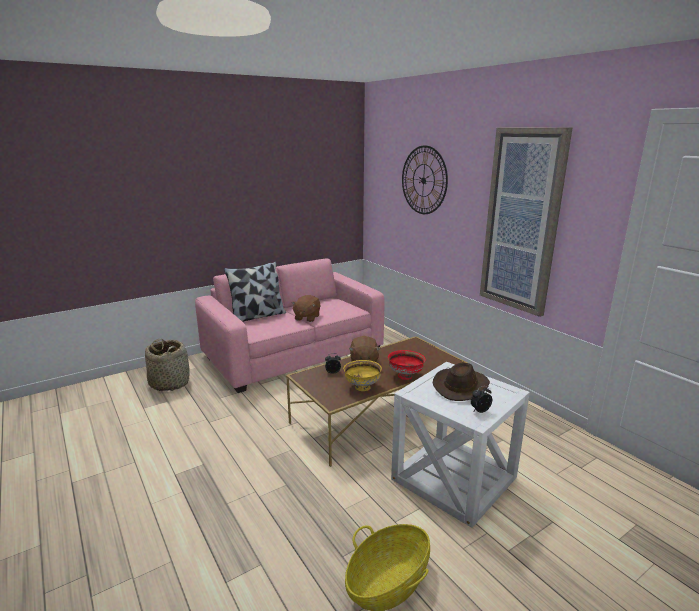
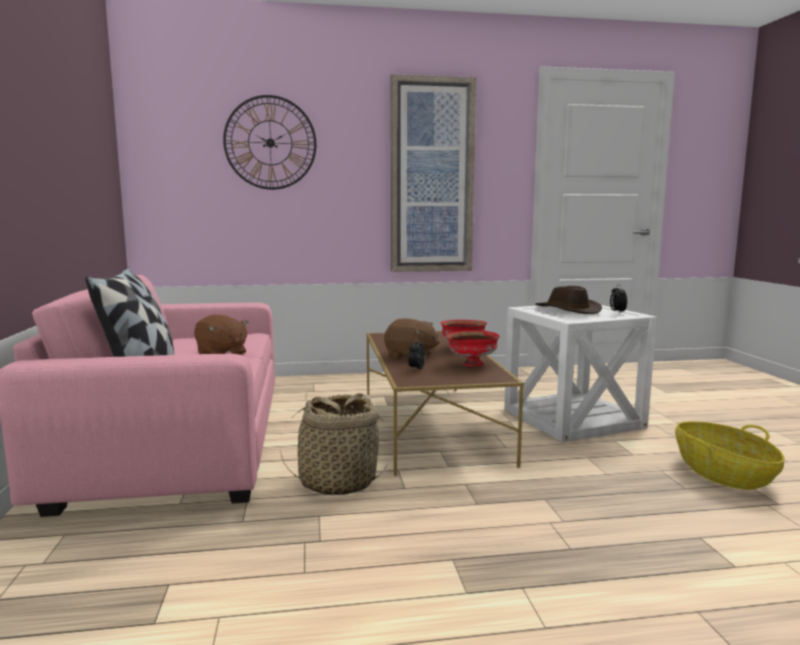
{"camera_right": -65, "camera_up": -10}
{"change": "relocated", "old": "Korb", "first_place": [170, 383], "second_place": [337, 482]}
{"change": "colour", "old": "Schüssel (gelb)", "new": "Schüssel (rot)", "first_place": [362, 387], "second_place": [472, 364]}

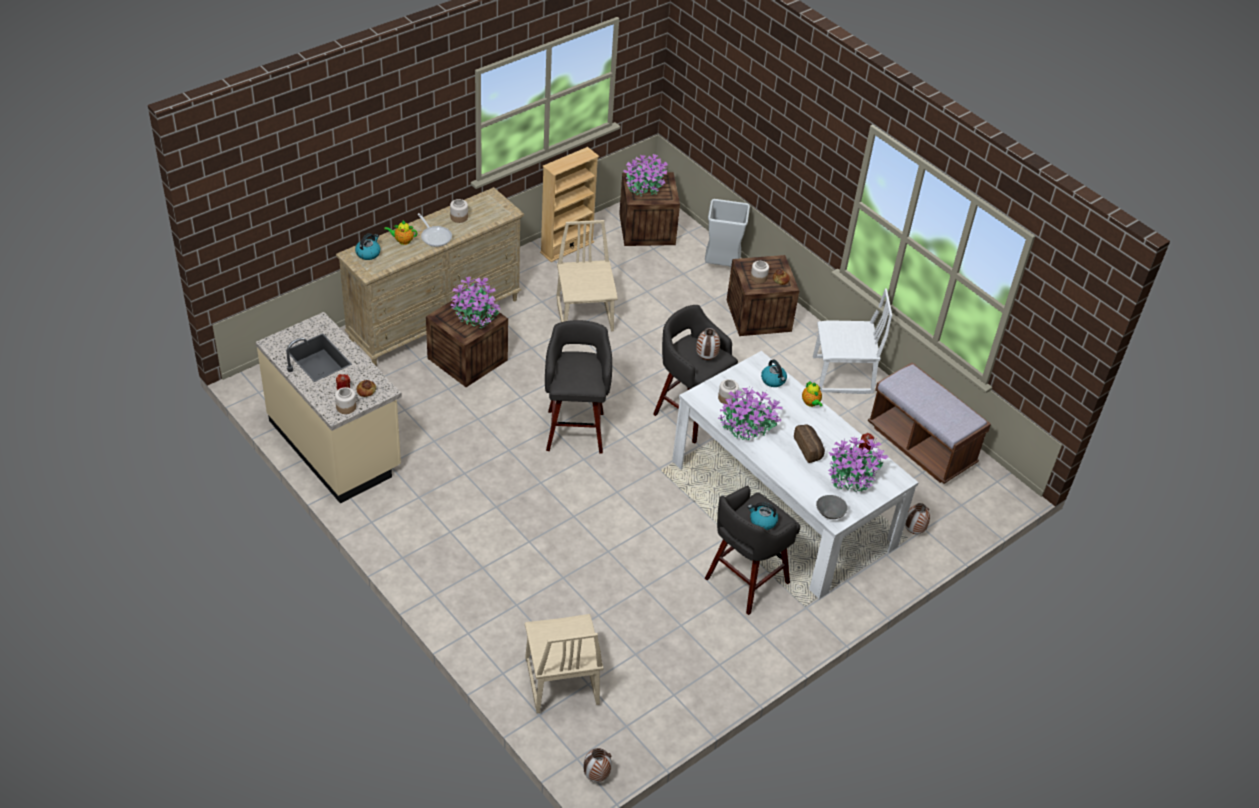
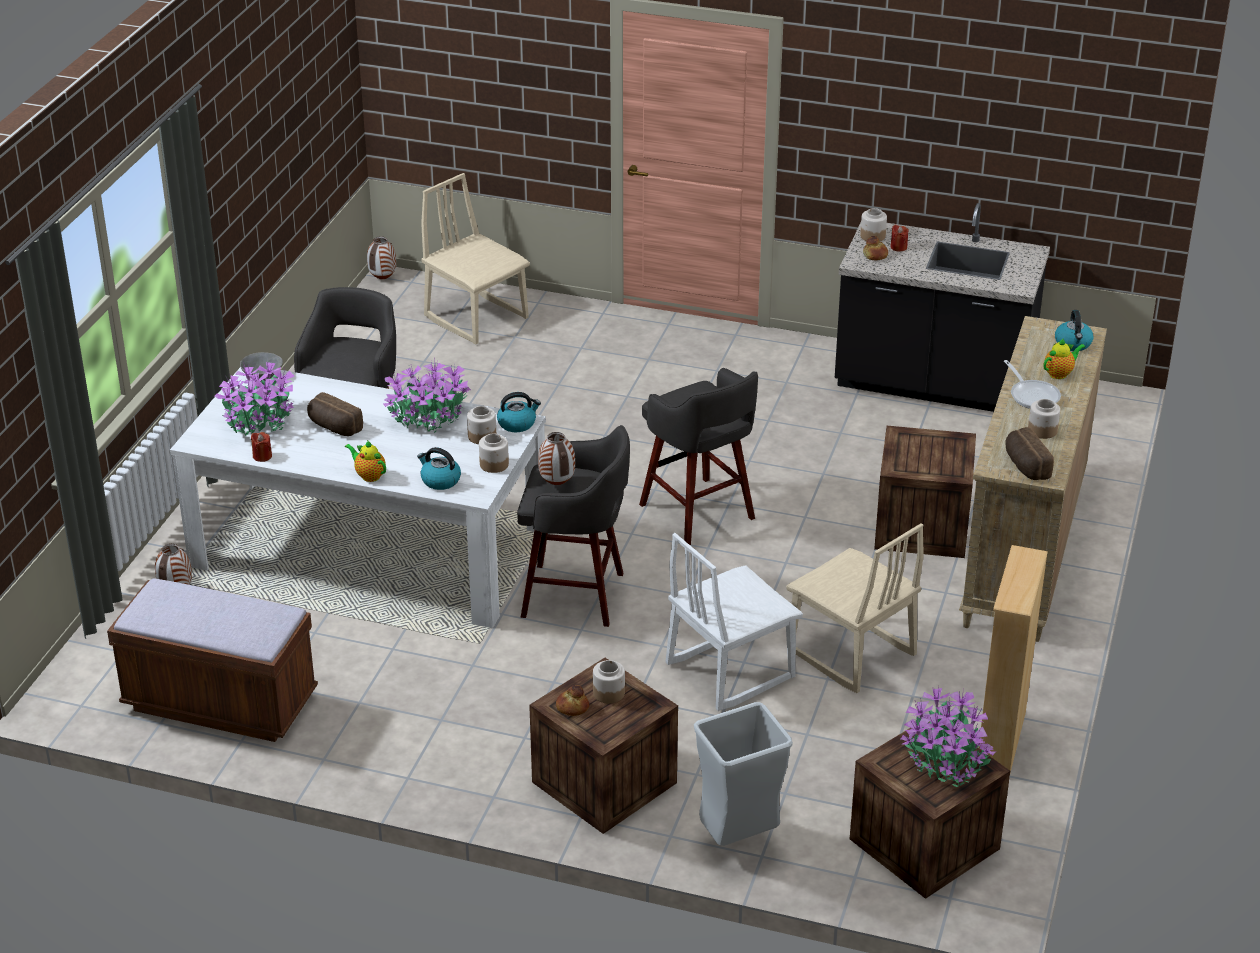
{"camera_right": 150, "camera_up": -10}
{"change": "spun", "old": "Pfanne", "first_place": [435, 236], "second_place": [1032, 395], "degrees": -135}
{"change": "missing", "old": "Topfpflanze", "first_place": [475, 315]}
{"change": "relocated", "old": "Stuhl (weiß)", "first_place": [842, 376], "second_place": [729, 670]}
{"change": "colour", "old": "Küchenzeile (beige)", "new": "Küchenzeile (schwarz)", "first_place": [336, 445], "second_place": [933, 385]}
{"change": "relocated", "old": "Wasserkessel", "first_place": [762, 521], "second_place": [517, 423]}
{"change": "appeared", "new": "Brot", "second_place": [1025, 466]}
{"change": "appeared", "new": "Vorratsglas", "second_place": [494, 464]}

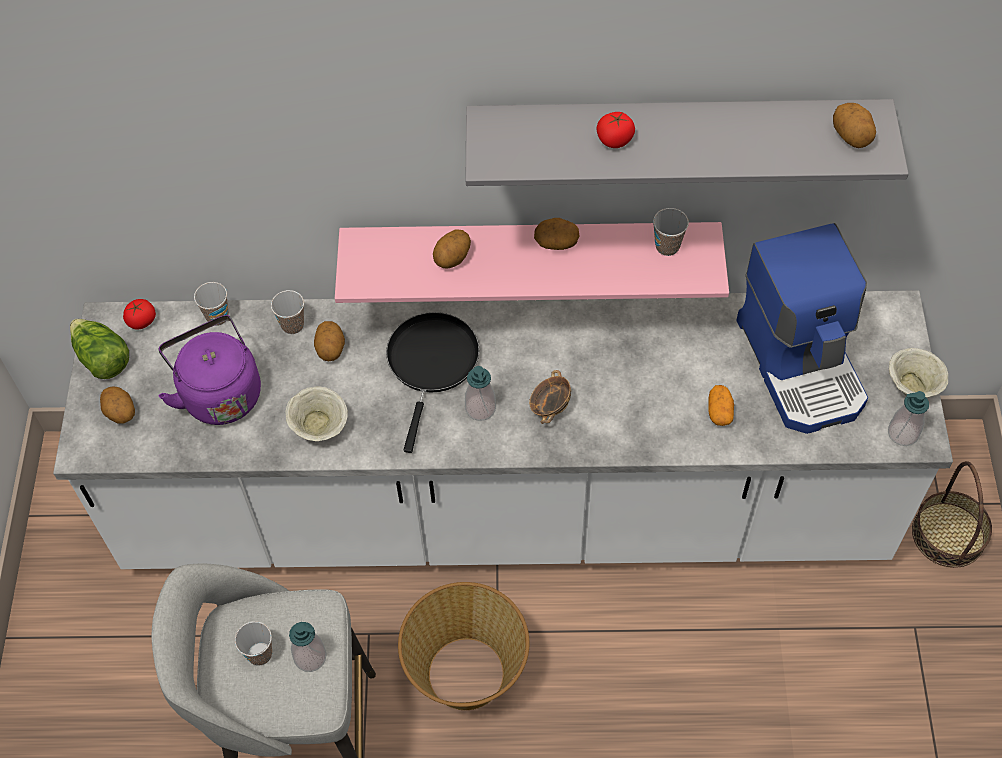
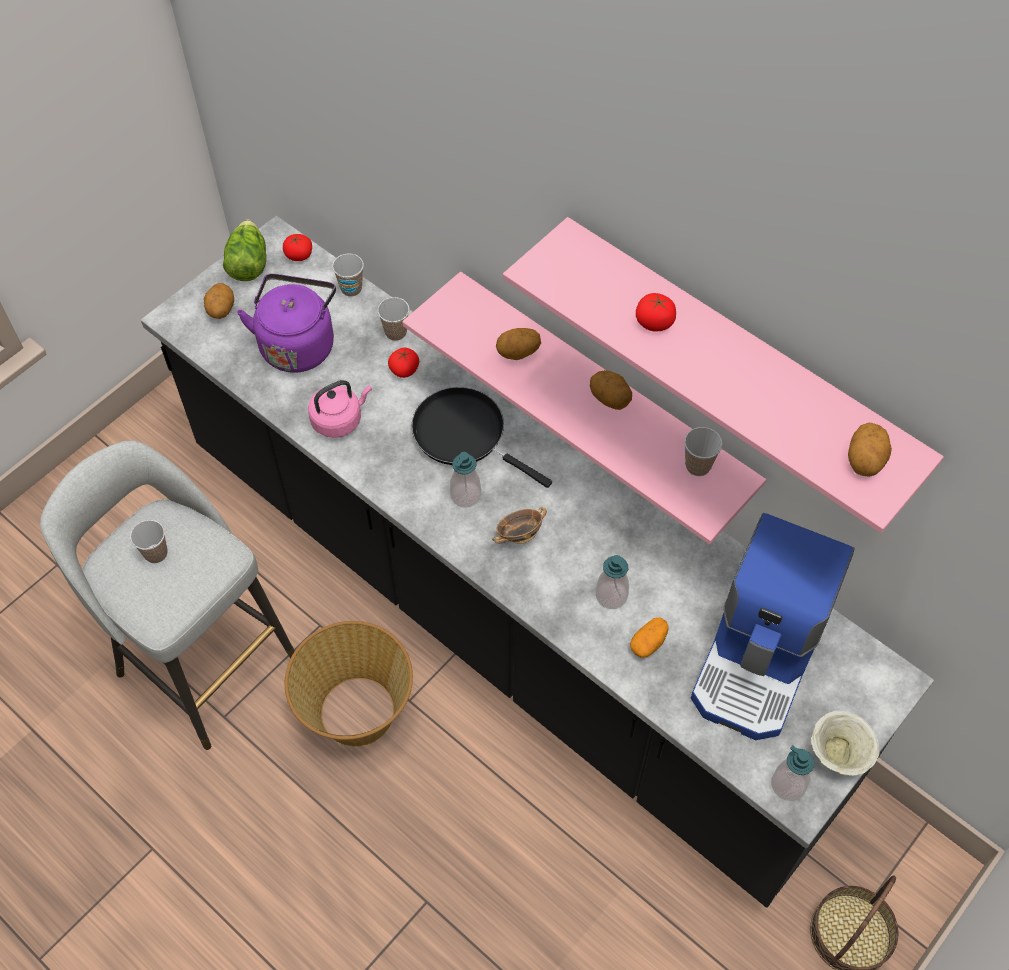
{"camera_right": 40, "camera_up": 0}
{"change": "colour", "old": "Wandregal (grau)", "new": "Wandregal (rosa)", "first_place": [675, 132], "second_place": [737, 358]}
{"change": "colour", "old": "Küchenzeile (weiß)", "new": "Küchenzeile (schwarz)", "first_place": [505, 508], "second_place": [504, 614]}
{"change": "spun", "old": "Pfanne (schwarz)", "first_place": [432, 364], "second_place": [464, 434], "degrees": -105}
{"change": "exchanged", "old": "Kartoffel", "new": "Tomate", "first_place": [331, 349], "second_place": [404, 370]}
{"change": "exchanged", "old": "Schüssel (beige)", "new": "Wasserkessel (rosa)", "first_place": [319, 426], "second_place": [339, 420]}
{"change": "relocated", "old": "Seifenspender", "first_place": [310, 657], "second_place": [611, 595]}

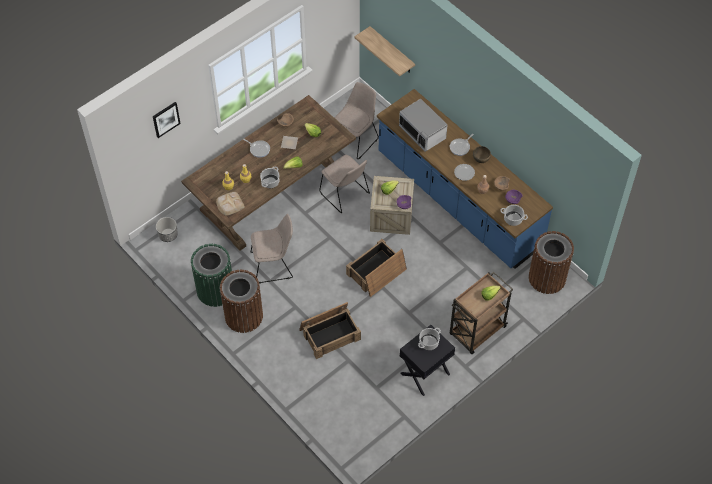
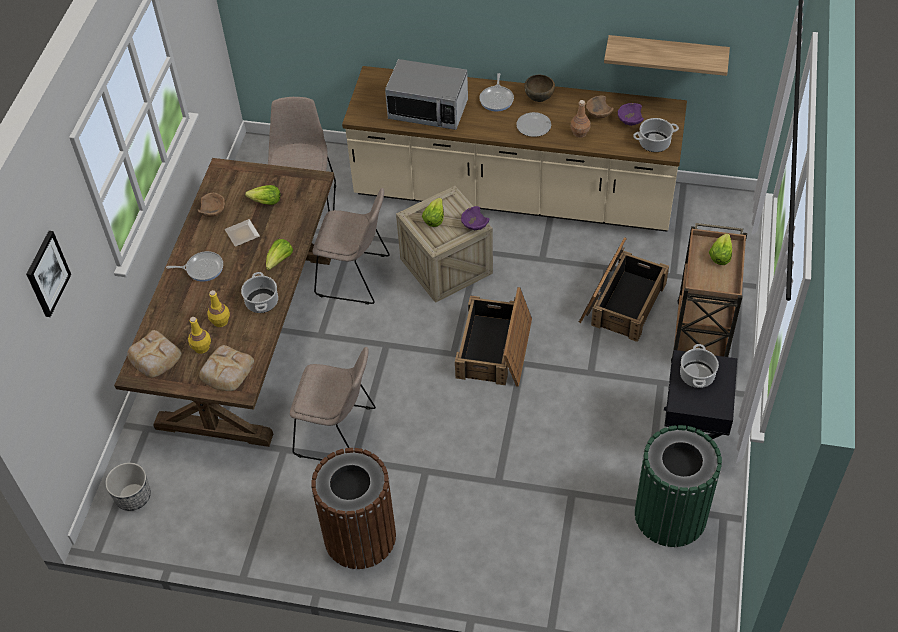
{"camera_right": -35, "camera_up": -5}
{"change": "relocated", "old": "Wandregal", "first_place": [392, 51], "second_place": [667, 54]}
{"change": "colour", "old": "Küchenzeile (blau)", "new": "Küchenzeile (beige)", "first_place": [458, 200], "second_place": [513, 194]}
{"change": "spun", "old": "Stuhl (beige)", "first_place": [273, 264], "second_place": [338, 433], "degrees": 60}
{"change": "missing", "old": "Mülleimer (braun)", "first_place": [547, 278]}
{"change": "relocated", "old": "Mülleimer (grün)", "first_place": [215, 290], "second_place": [670, 514]}
{"change": "relocated", "old": "Kiste", "first_place": [330, 334], "second_place": [622, 301]}
{"change": "appeared", "new": "Brot", "second_place": [155, 357]}

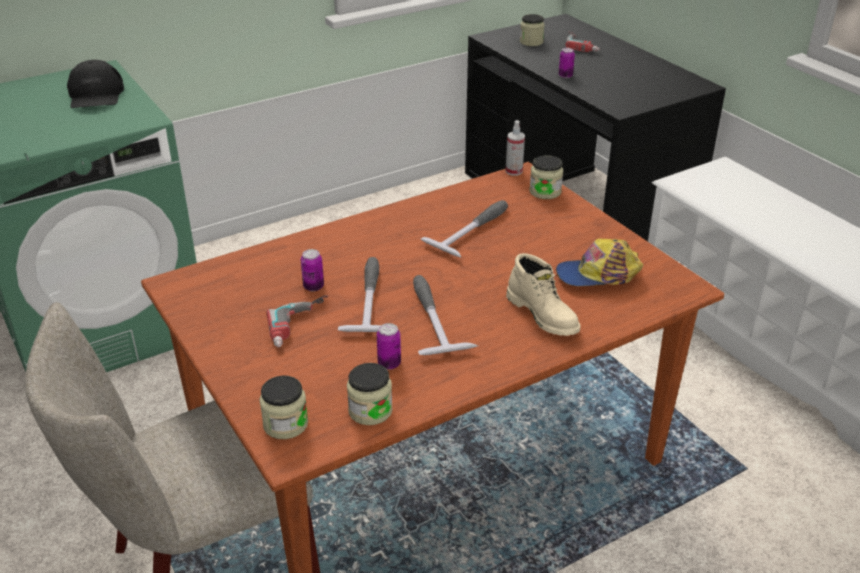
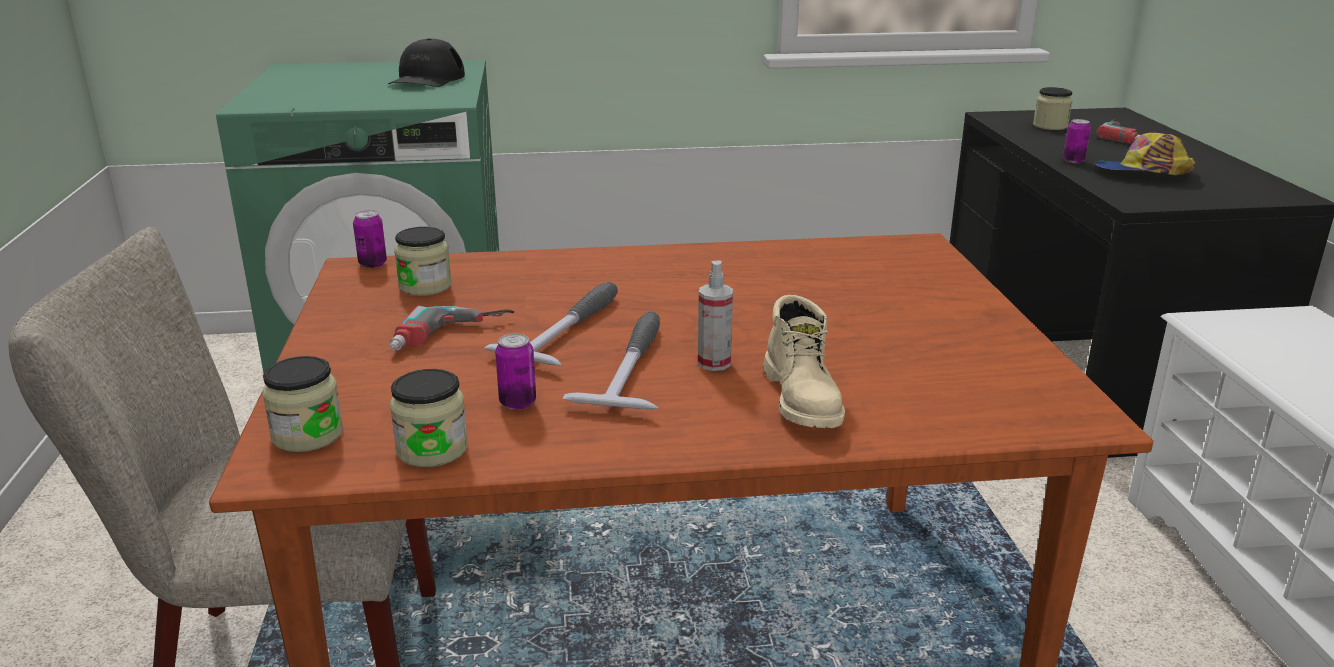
{"camera_right": 25, "camera_up": -10}
{"change": "relocated", "old": "Sprühflasche", "first_place": [514, 171], "second_place": [714, 363]}
{"change": "relocated", "old": "Vorratsglas", "first_place": [545, 192], "second_place": [425, 286]}
{"change": "missing", "old": "Hammer", "first_place": [474, 230]}
{"change": "relocated", "old": "Kappe", "first_place": [598, 275], "second_place": [1143, 173]}
{"change": "relocated", "old": "Dose", "first_place": [313, 287], "second_place": [372, 264]}

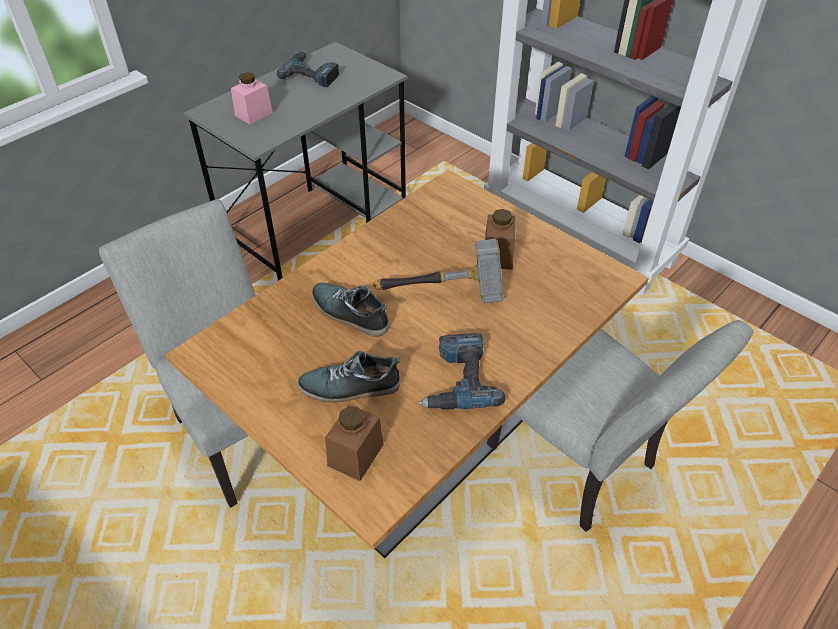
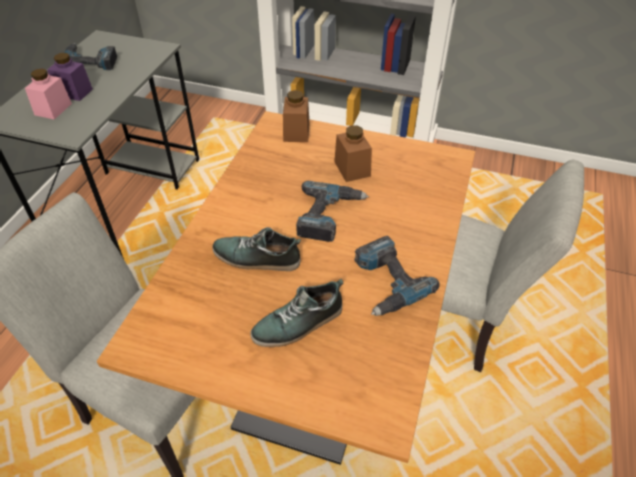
{"camera_right": -25, "camera_up": 0}
{"change": "exchanged", "old": "Hammer", "new": "Bohrmaschine", "first_place": [443, 296], "second_place": [329, 215]}
{"change": "relocated", "old": "Vorratsglas (braun)", "first_place": [355, 455], "second_place": [296, 132]}
{"change": "appeared", "new": "Vorratsglas (lila)", "second_place": [74, 92]}

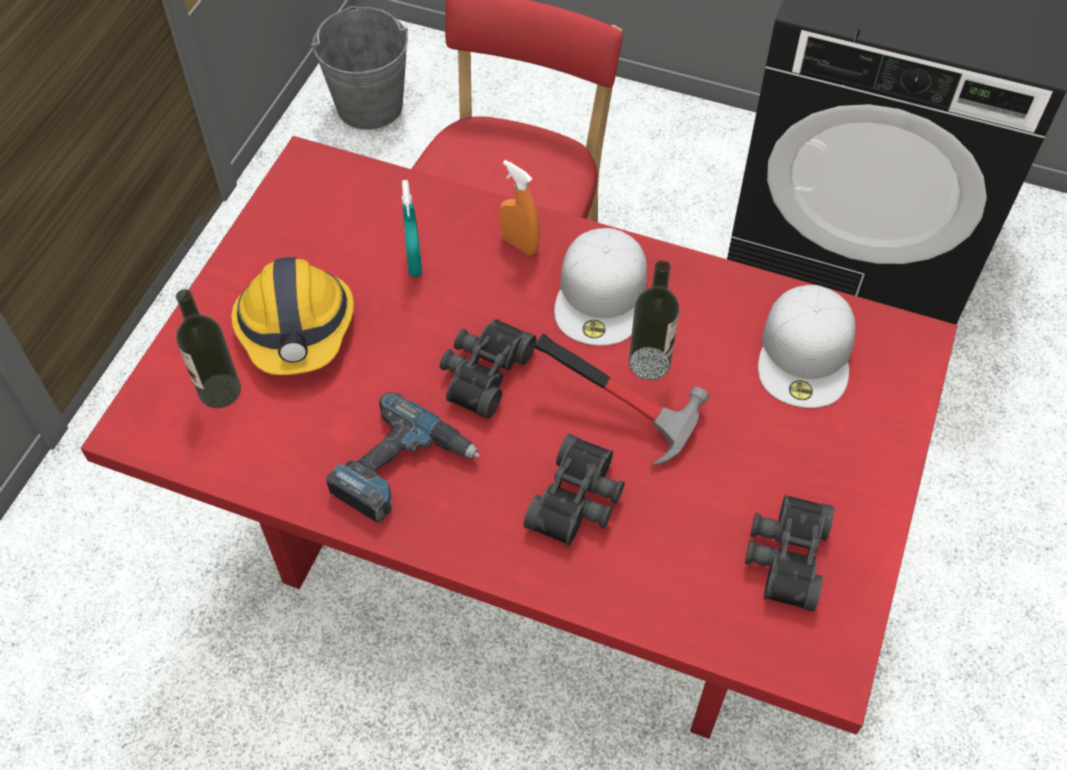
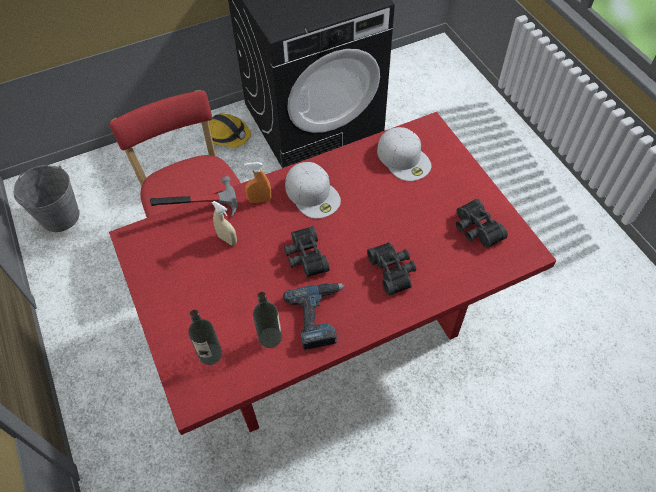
{"camera_right": -45, "camera_up": 0}
{"change": "colour", "old": "Sprühflasche (türkis)", "new": "Sprühflasche (beige)", "first_place": [414, 263], "second_place": [227, 239]}
{"change": "relocated", "old": "Schutzhelm", "first_place": [297, 327], "second_place": [228, 136]}
{"change": "relocated", "old": "Flasche", "first_place": [649, 363], "second_place": [270, 337]}
{"change": "relocated", "old": "Hammer", "first_place": [626, 410], "second_place": [203, 207]}

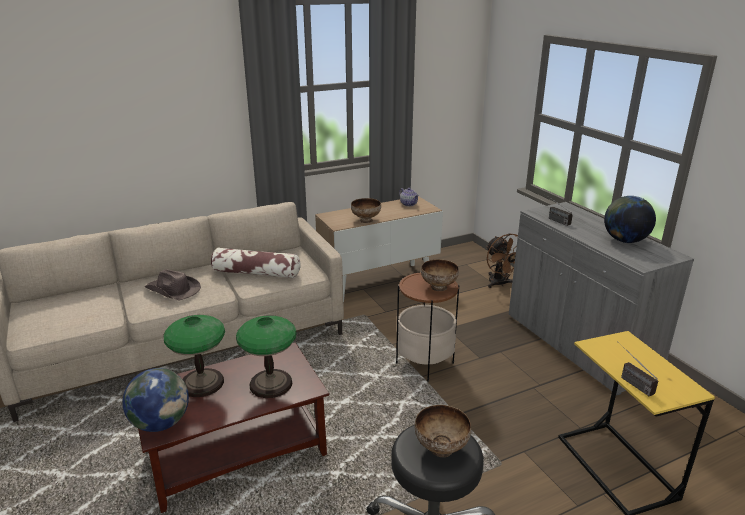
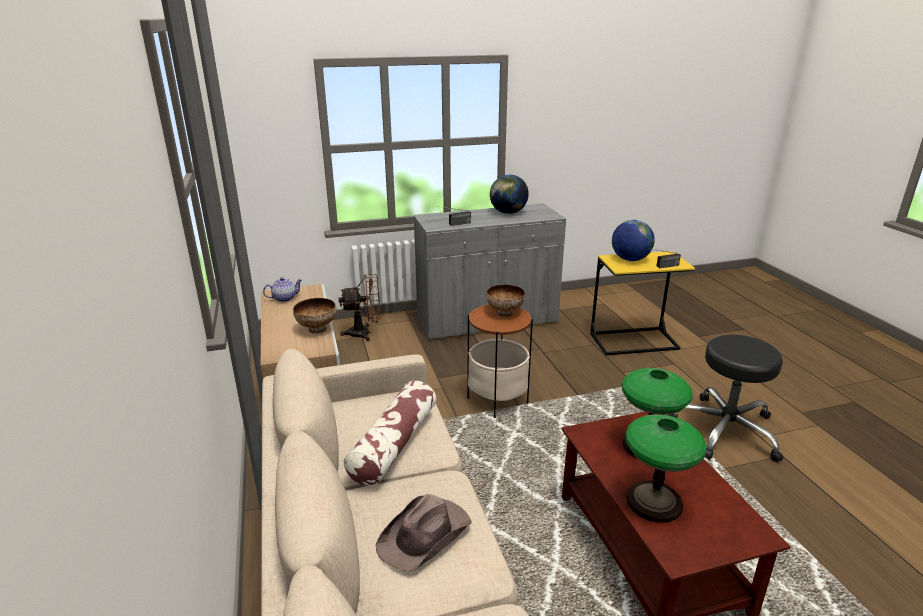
{"camera_right": -80, "camera_up": 0}
{"change": "relocated", "old": "Globus", "first_place": [161, 423], "second_place": [630, 259]}
{"change": "missing", "old": "Schüssel", "first_place": [440, 448]}

